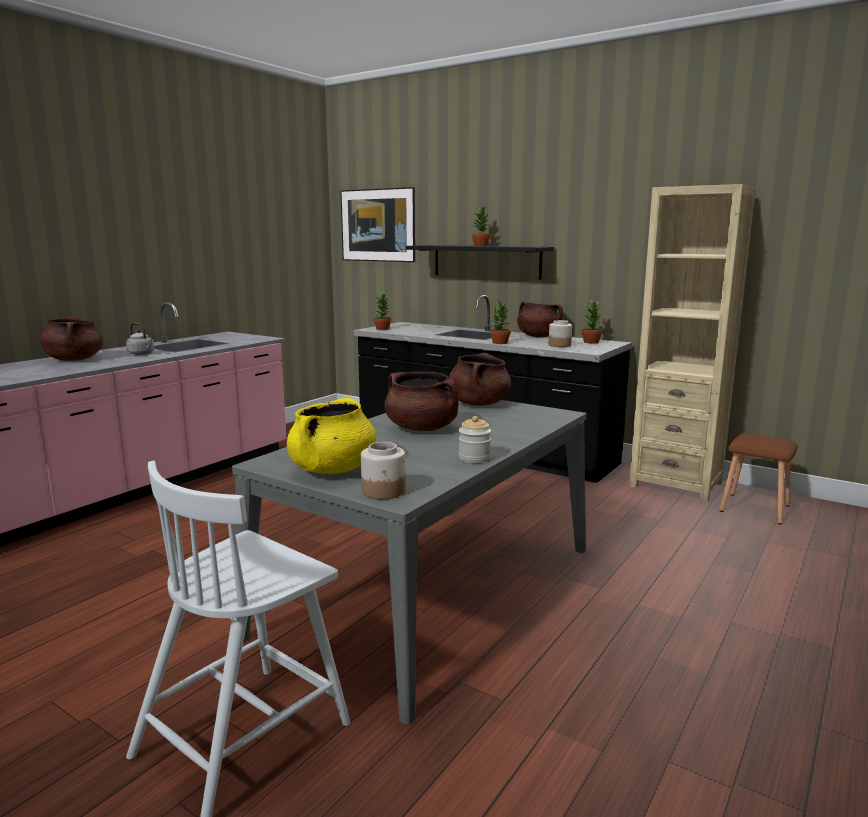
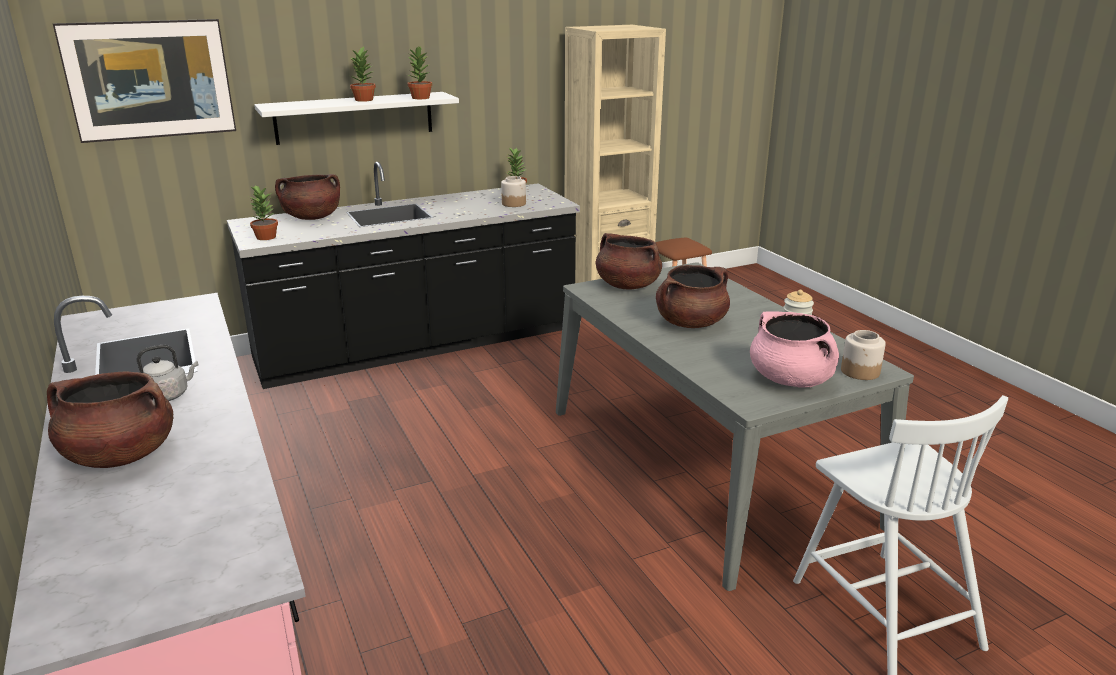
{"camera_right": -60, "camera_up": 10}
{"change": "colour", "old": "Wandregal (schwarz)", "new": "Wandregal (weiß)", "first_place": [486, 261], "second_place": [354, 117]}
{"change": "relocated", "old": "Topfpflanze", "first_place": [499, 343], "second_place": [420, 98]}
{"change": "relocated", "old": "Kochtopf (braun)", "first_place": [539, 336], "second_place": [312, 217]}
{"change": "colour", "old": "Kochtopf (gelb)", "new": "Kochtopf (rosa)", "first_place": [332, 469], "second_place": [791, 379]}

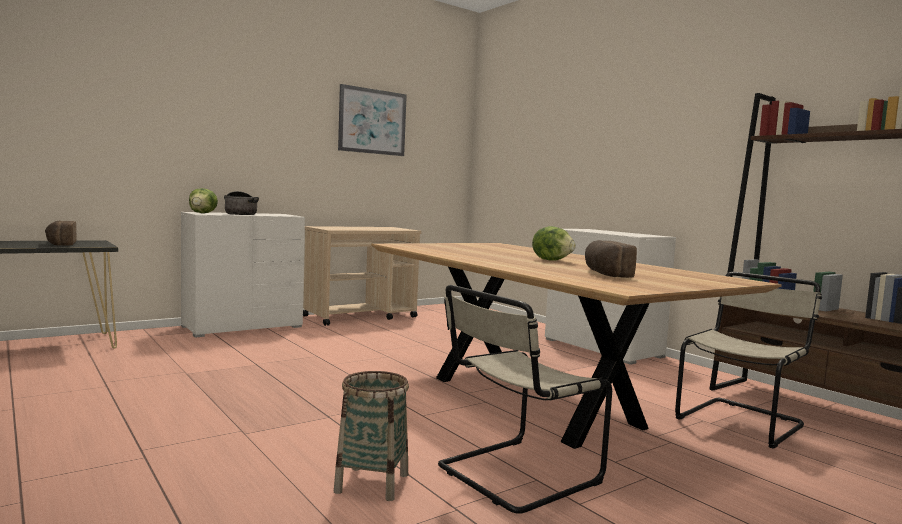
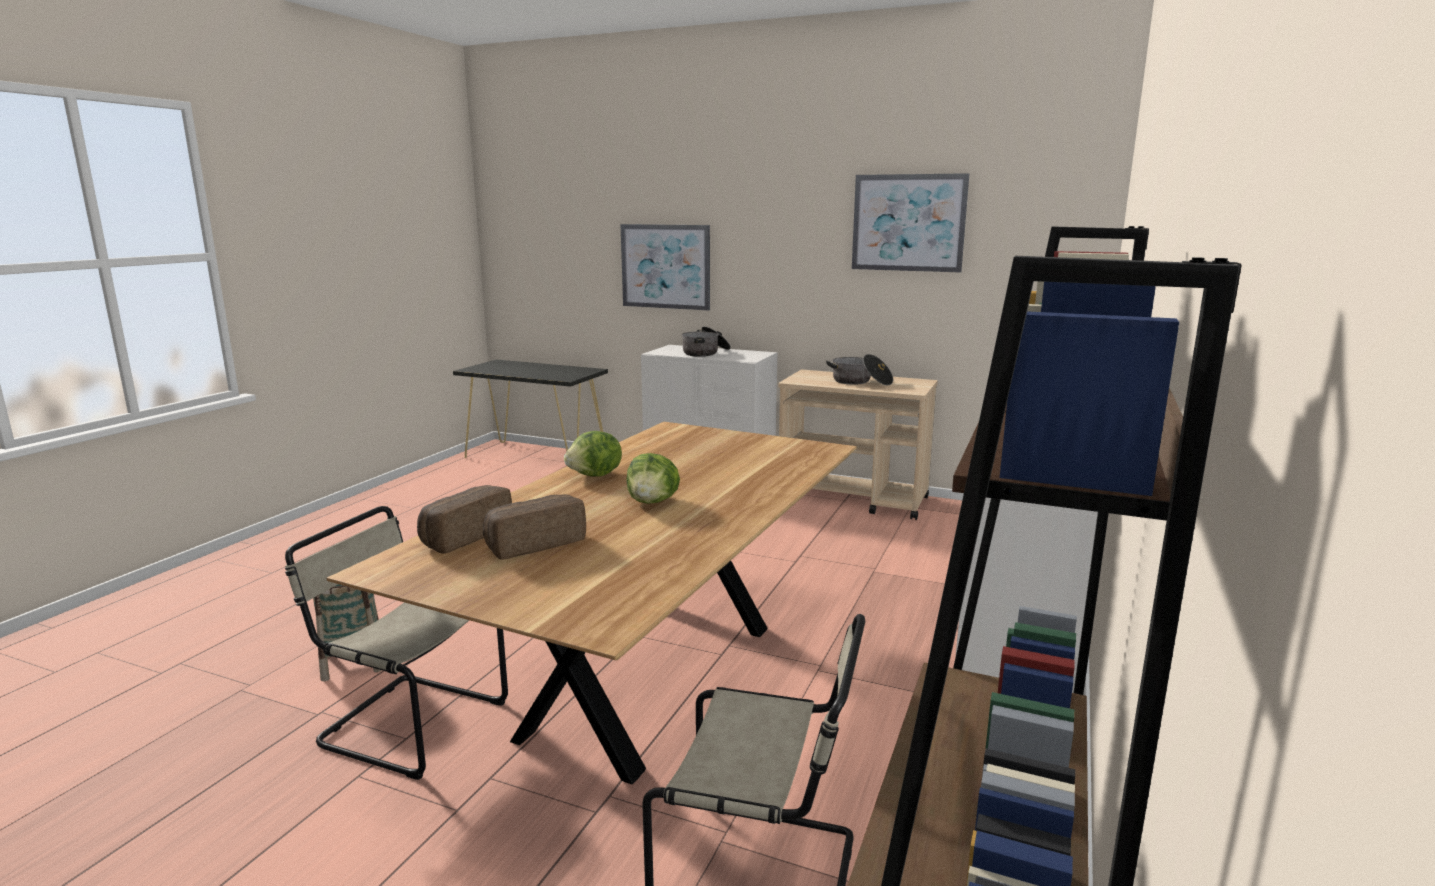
{"camera_right": 60, "camera_up": 10}
{"change": "relocated", "old": "Salatkopf", "first_place": [203, 213], "second_place": [595, 476]}
{"change": "relocated", "old": "Brot", "first_place": [60, 244], "second_place": [464, 536]}
{"change": "appeared", "new": "Bild", "second_place": [665, 266]}
{"change": "appeared", "new": "Kochtopf", "second_place": [860, 382]}

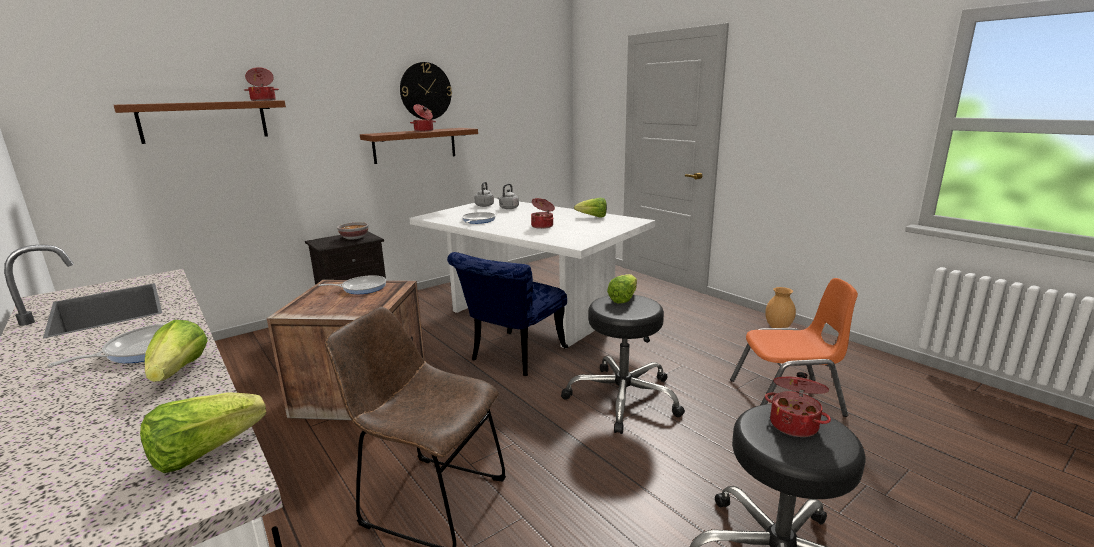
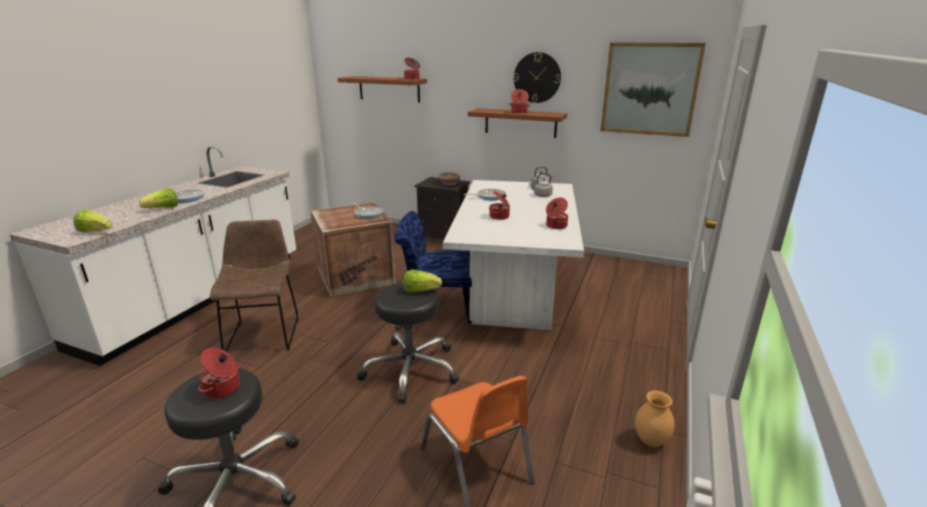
{"camera_right": 60, "camera_up": 5}
{"change": "exchanged", "old": "Salatkopf", "new": "Kochtopf", "first_place": [593, 217], "second_place": [555, 226]}
{"change": "appeared", "new": "Bild", "second_place": [649, 89]}

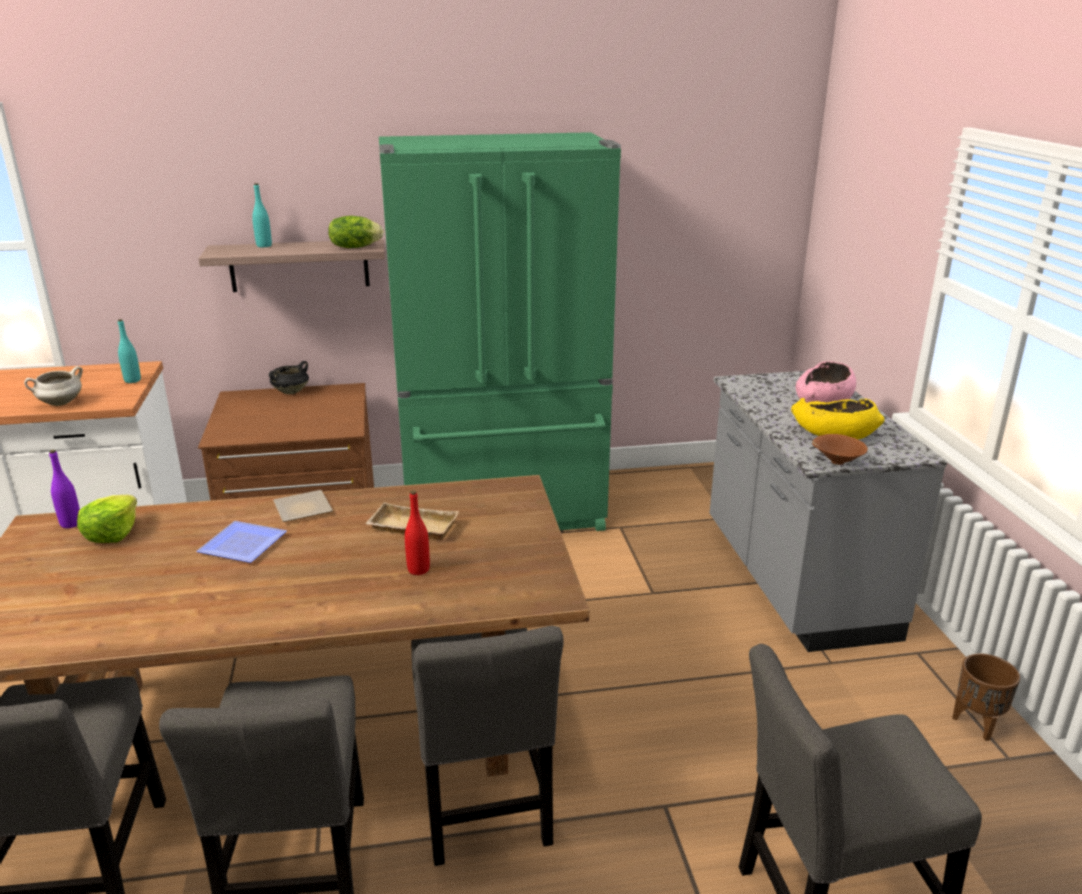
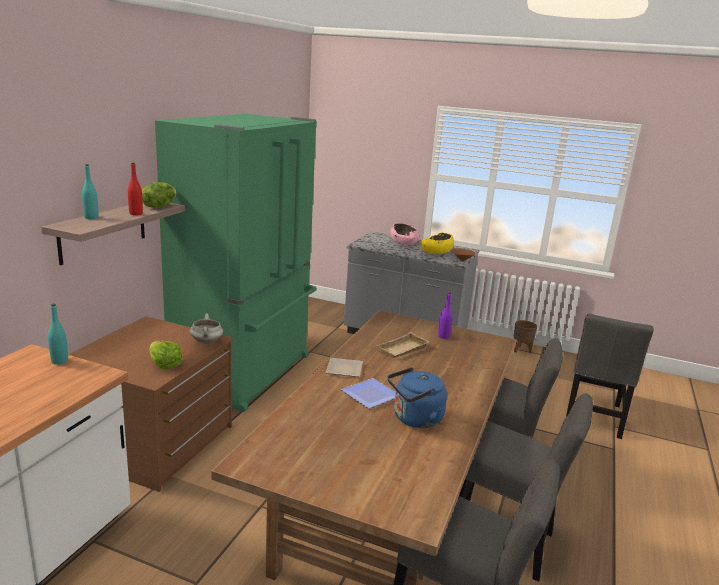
{"camera_right": -60, "camera_up": -5}
{"change": "missing", "old": "Kochtopf (schwarz)", "first_place": [291, 392]}
{"change": "relocated", "old": "Kochtopf (weiß)", "first_place": [60, 403], "second_place": [207, 342]}
{"change": "relocated", "old": "Flasche (lila)", "first_place": [71, 523], "second_place": [443, 336]}
{"change": "relocated", "old": "Flasche (rot)", "first_place": [418, 569], "second_place": [136, 214]}
{"change": "relocated", "old": "Salatkopf", "first_place": [112, 534], "second_place": [164, 364]}
{"change": "appeared", "new": "Wasserkessel (blau)", "second_place": [415, 419]}

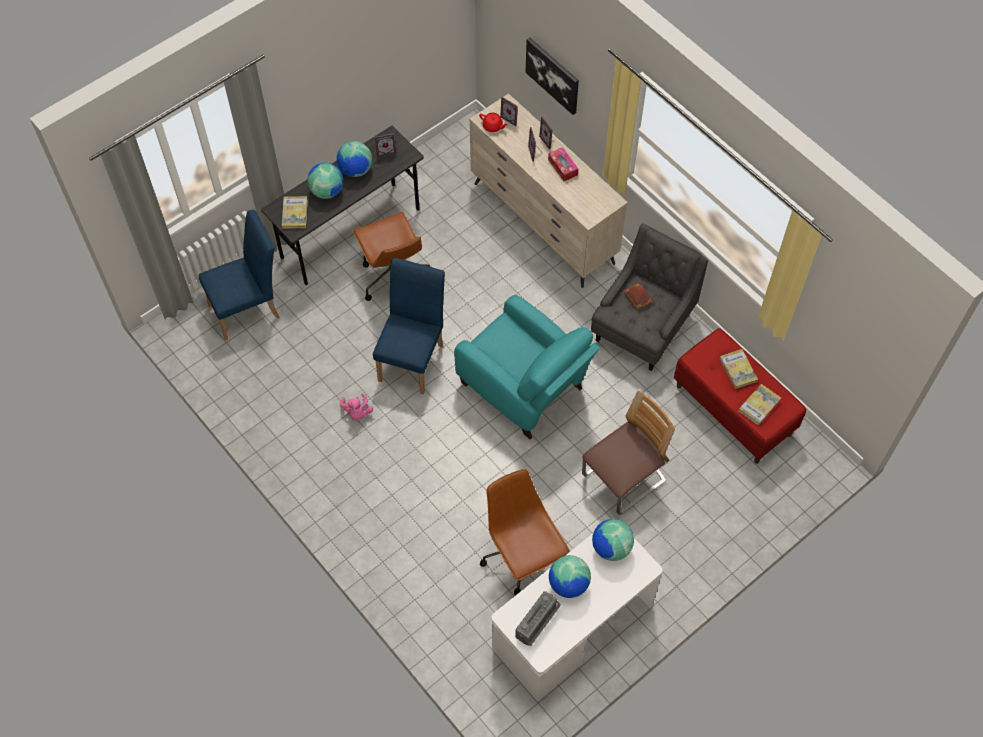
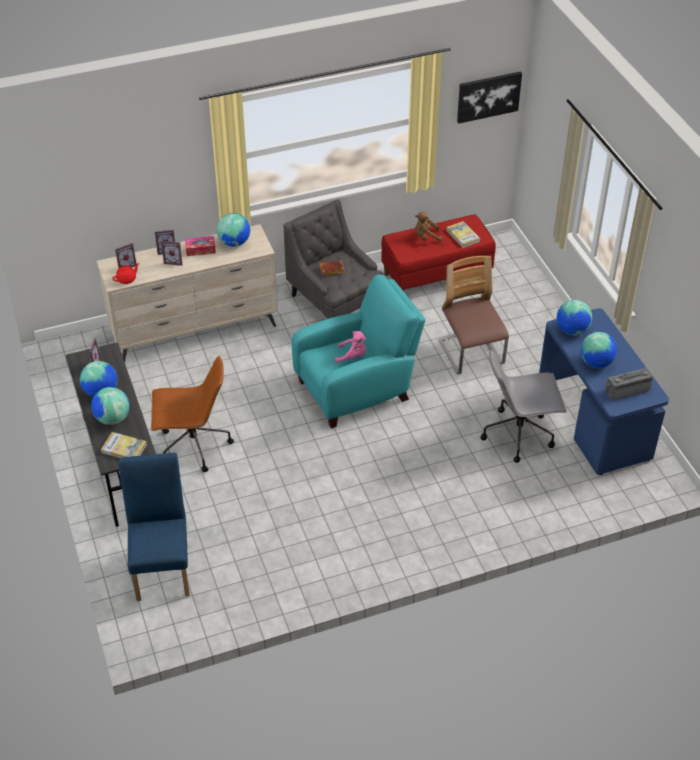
{"camera_right": -70, "camera_up": -15}
{"change": "relocated", "old": "Bild", "first_place": [553, 75], "second_place": [488, 96]}
{"change": "missing", "old": "Stuhl (blau)", "first_place": [413, 358]}
{"change": "exchanged", "old": "Buch", "new": "Plüschtier (braun)", "first_place": [738, 370], "second_place": [426, 237]}
{"change": "relocated", "old": "Plüschtier (rosa)", "first_place": [357, 412], "second_place": [352, 356]}
{"change": "colour", "old": "Bürostuhl (braun)", "new": "Bürostuhl (grau)", "first_place": [522, 557], "second_place": [519, 434]}
{"change": "colour", "old": "Schreibtisch (weiß)", "new": "Schreibtisch (blau)", "first_place": [572, 628], "second_place": [594, 421]}
{"change": "spun", "old": "Radio", "first_place": [538, 624], "second_place": [626, 389], "degrees": -75}
{"change": "appeared", "new": "Globus", "second_place": [234, 242]}

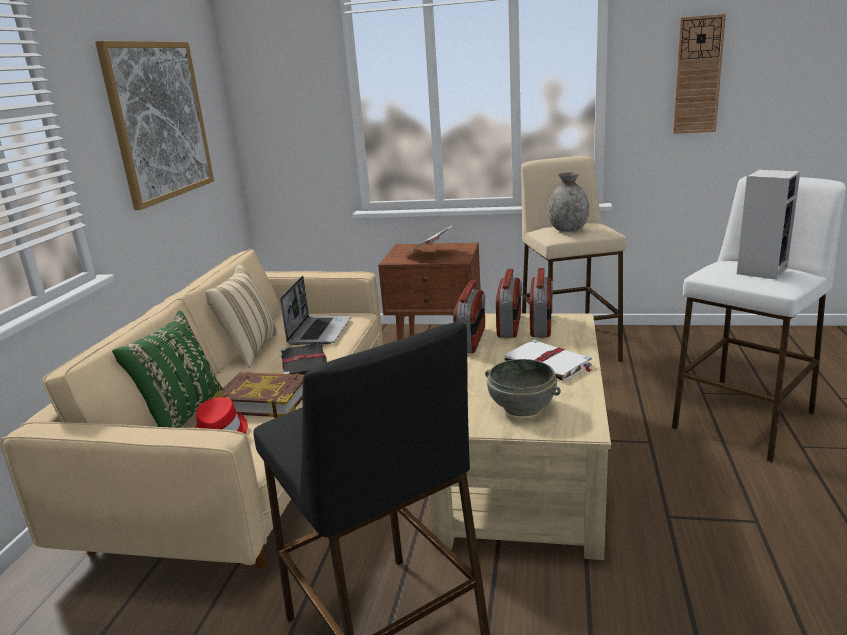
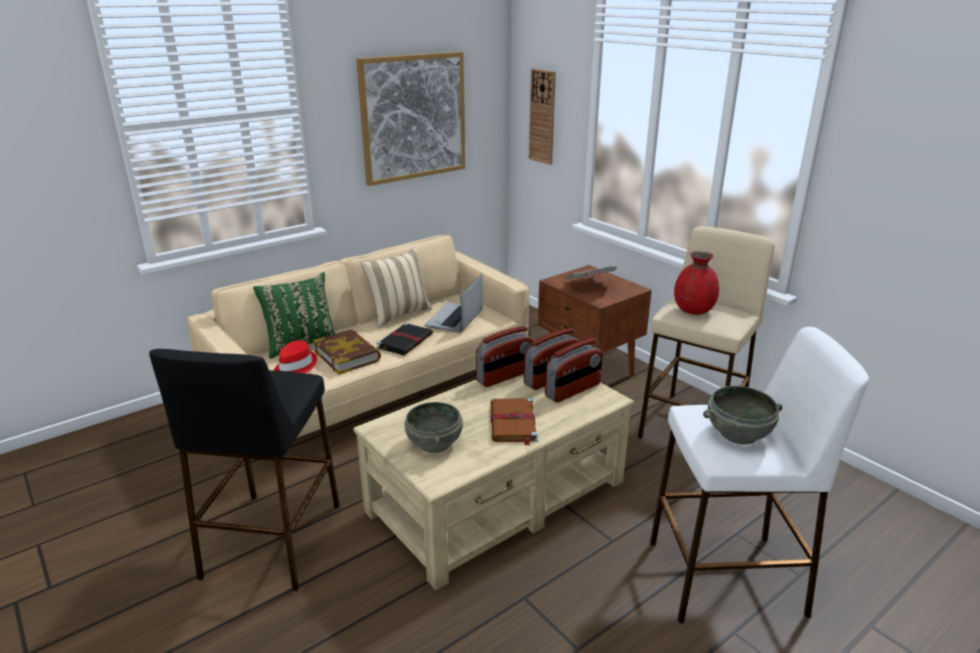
{"camera_right": 40, "camera_up": 5}
{"change": "relocated", "old": "Wanduhr", "first_place": [698, 75], "second_place": [542, 117]}
{"change": "exchanged", "old": "Lautsprecher", "new": "Schüssel (grau)", "first_place": [761, 270], "second_place": [738, 433]}
{"change": "colour", "old": "Vase (grau)", "new": "Vase (rot)", "first_place": [567, 230], "second_place": [693, 310]}
{"change": "spun", "old": "Laptop", "first_place": [319, 331], "second_place": [455, 319], "degrees": 150}
{"change": "colour", "old": "Buch (weiß)", "new": "Buch (braun)", "first_place": [549, 364], "second_place": [513, 423]}

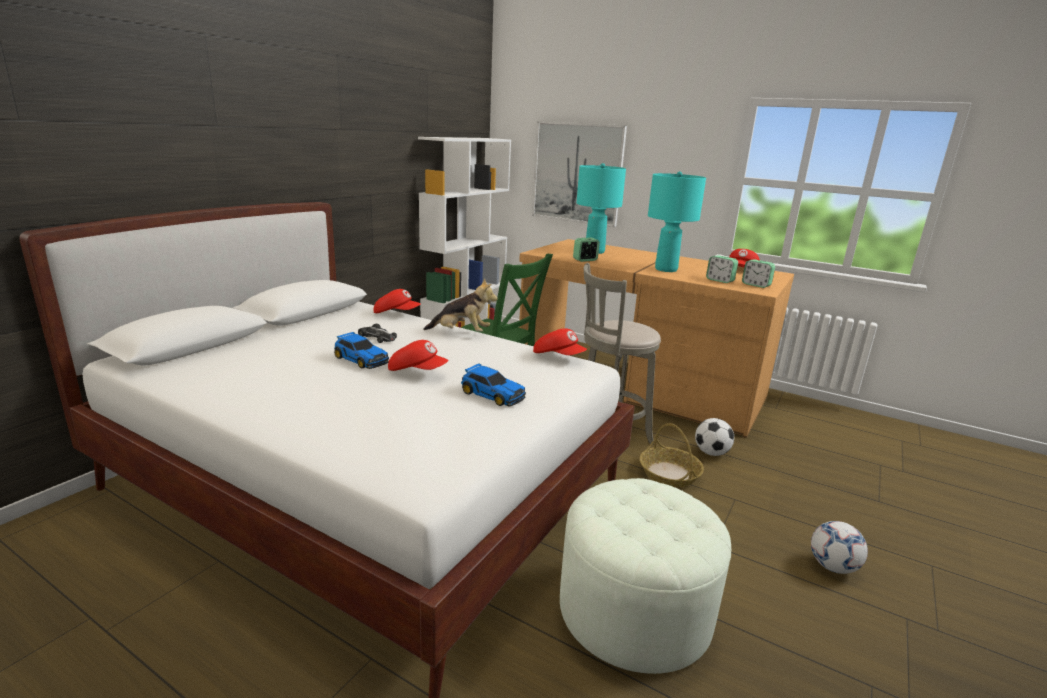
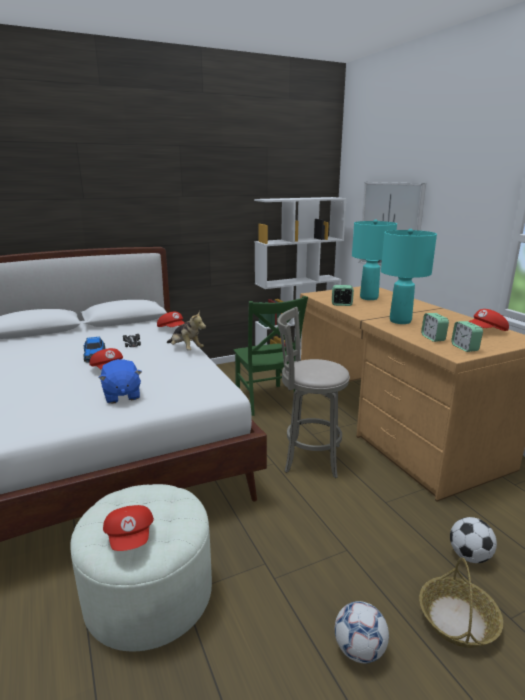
{"camera_right": 35, "camera_up": 0}
{"change": "relocated", "old": "Kappe (rot)", "first_place": [559, 356], "second_place": [131, 537]}
{"change": "exchanged", "old": "Spielzeugauto", "new": "Plüschtier (blau)", "first_place": [492, 394], "second_place": [121, 395]}
{"change": "relocated", "old": "Fußball", "first_place": [711, 453], "second_place": [469, 556]}
{"change": "relocated", "old": "Korb", "first_place": [669, 474], "second_place": [457, 620]}

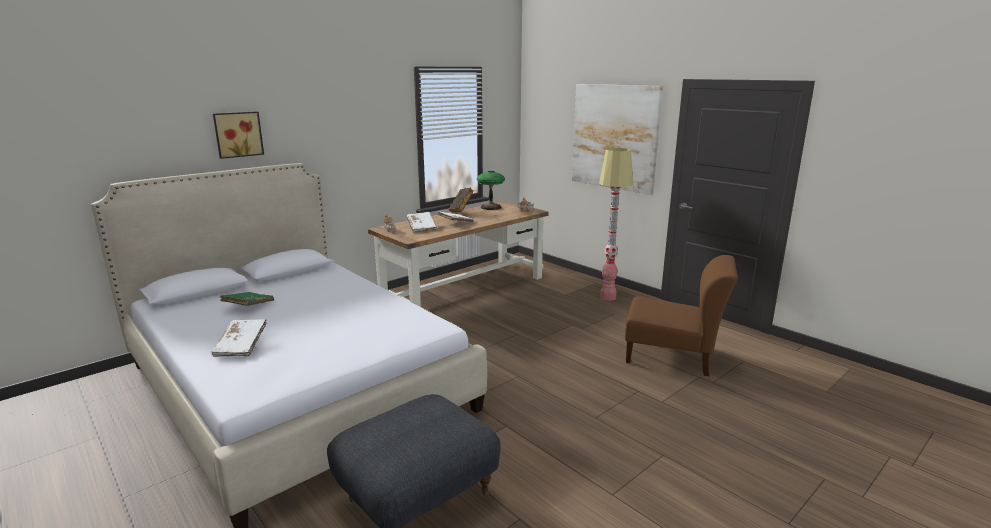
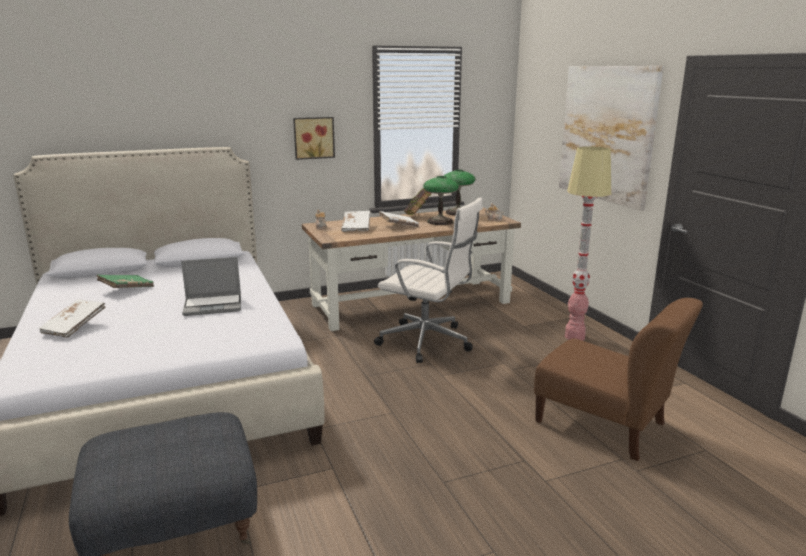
{"camera_right": 20, "camera_up": 0}
{"change": "relocated", "old": "Bild", "first_place": [238, 134], "second_place": [313, 137]}
{"change": "appeared", "new": "Tischlampe", "second_place": [440, 221]}
{"change": "appeared", "new": "Bürostuhl (weiß)", "second_place": [428, 342]}
{"change": "appeared", "new": "Laptop", "second_place": [214, 306]}

